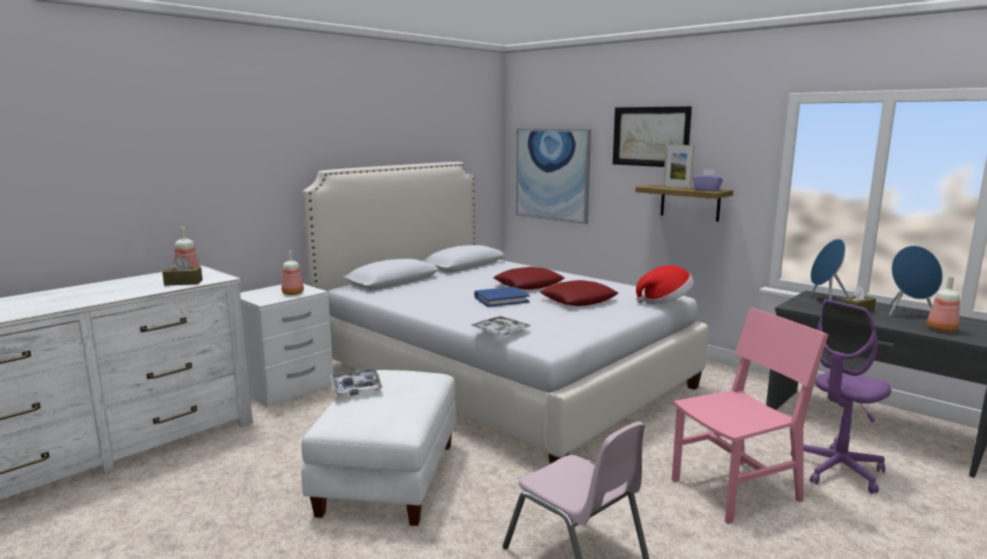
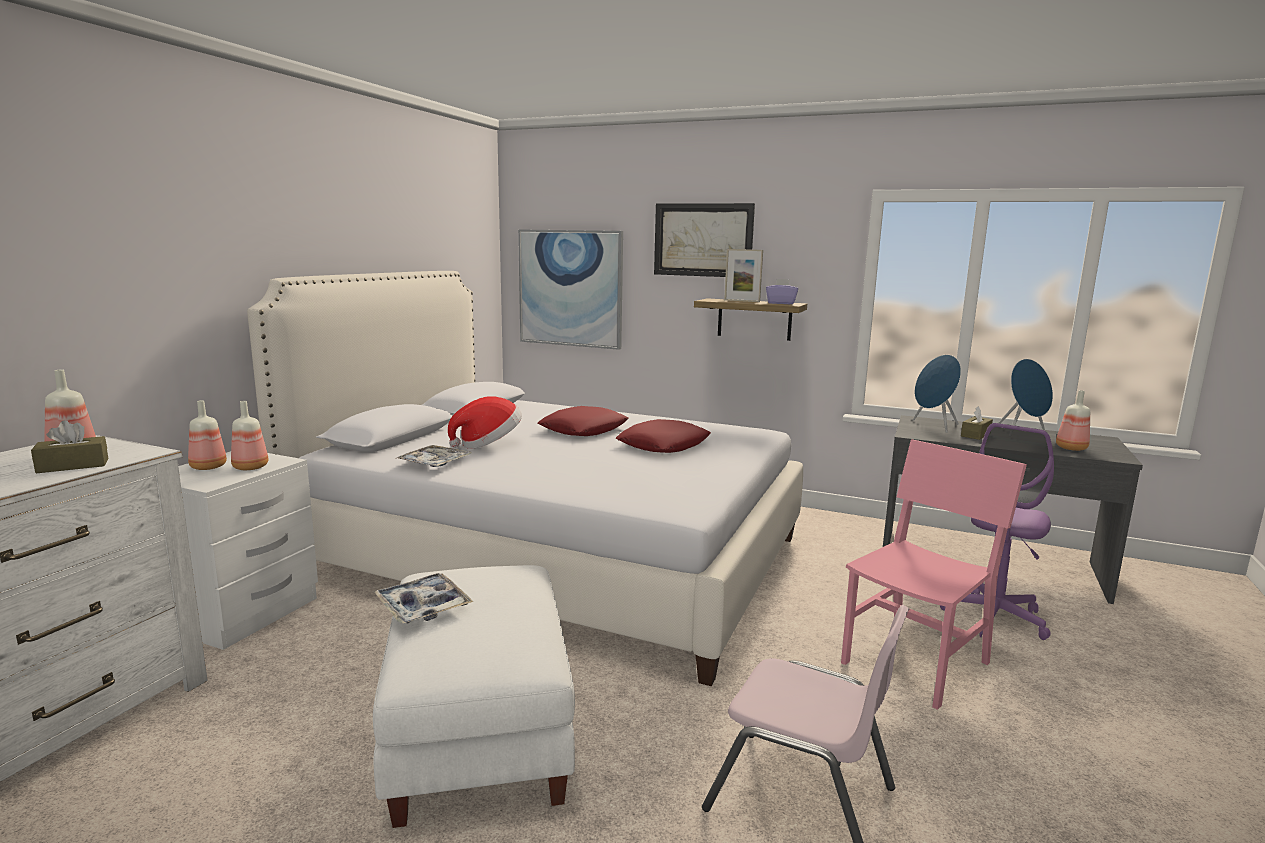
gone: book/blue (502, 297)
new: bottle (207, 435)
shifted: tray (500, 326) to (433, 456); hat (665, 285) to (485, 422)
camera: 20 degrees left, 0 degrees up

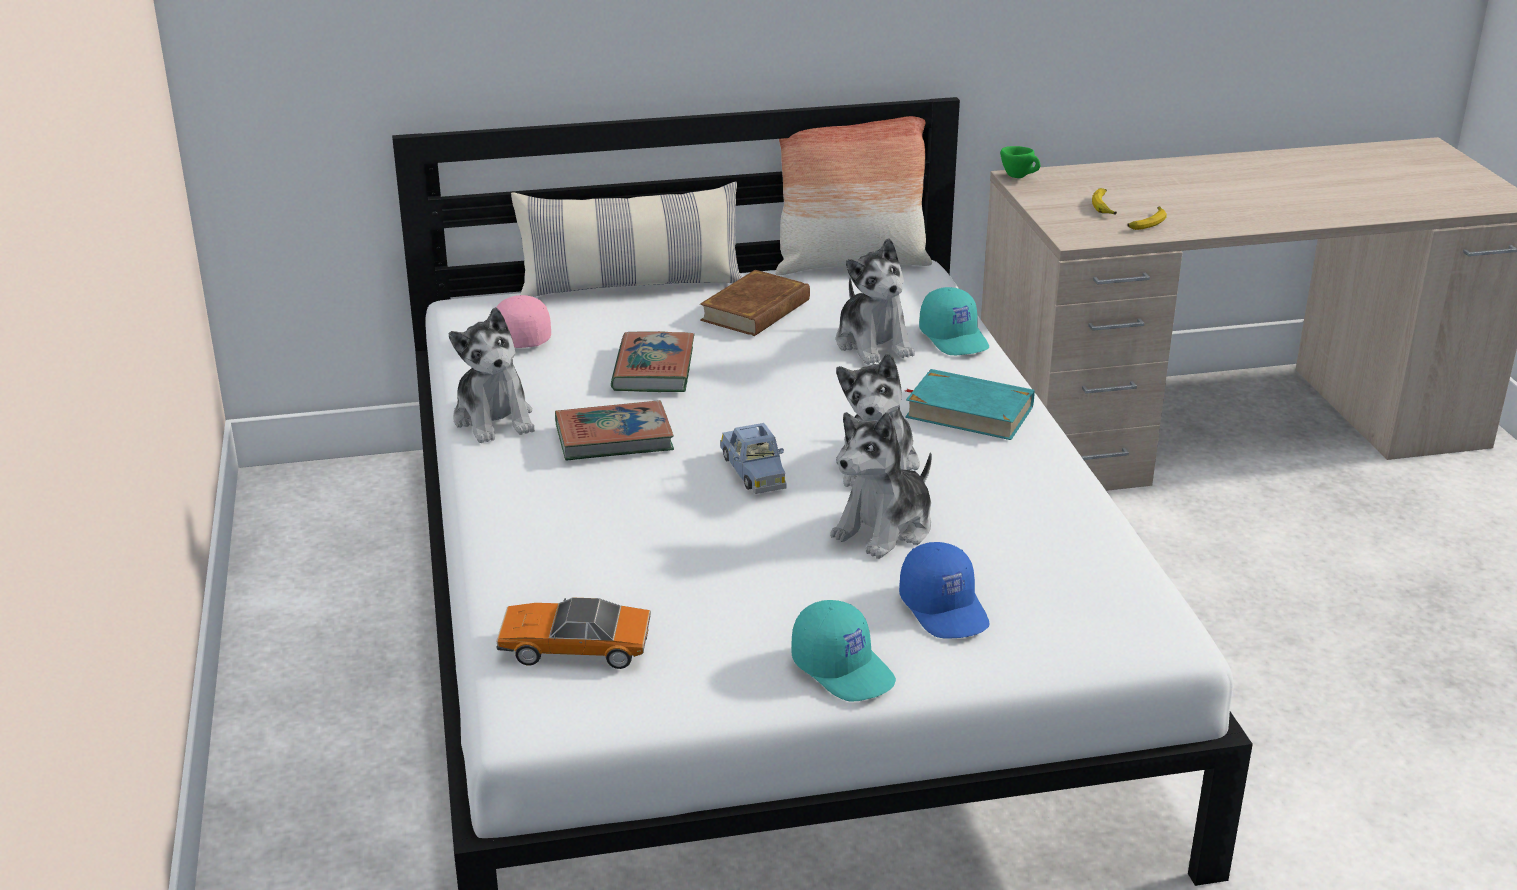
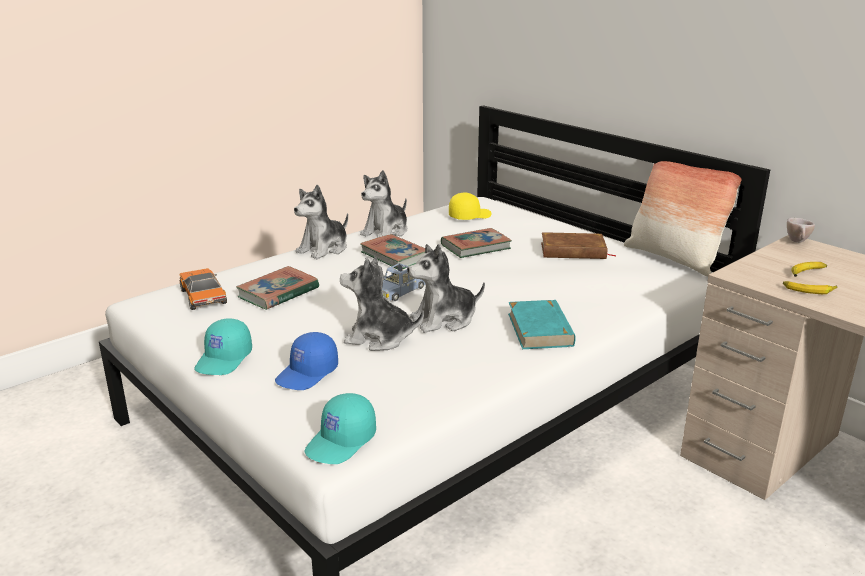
gone: pillow (626, 239)
new: book (277, 288)
shifted: plush toy (875, 301) to (321, 222); cap/turquoise (954, 321) to (340, 428)
repainted: cap/pink (523, 321) to cap/yellow (470, 206); cup/green (1020, 162) to cup/beige (801, 230)
camera: 60 degrees right, 5 degrees down

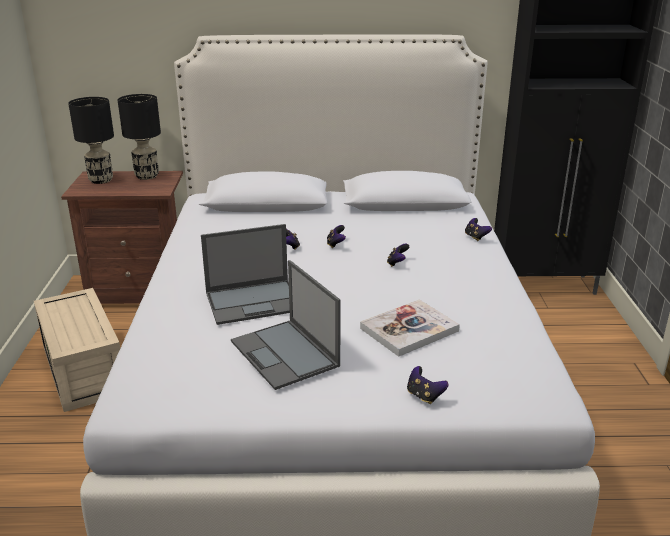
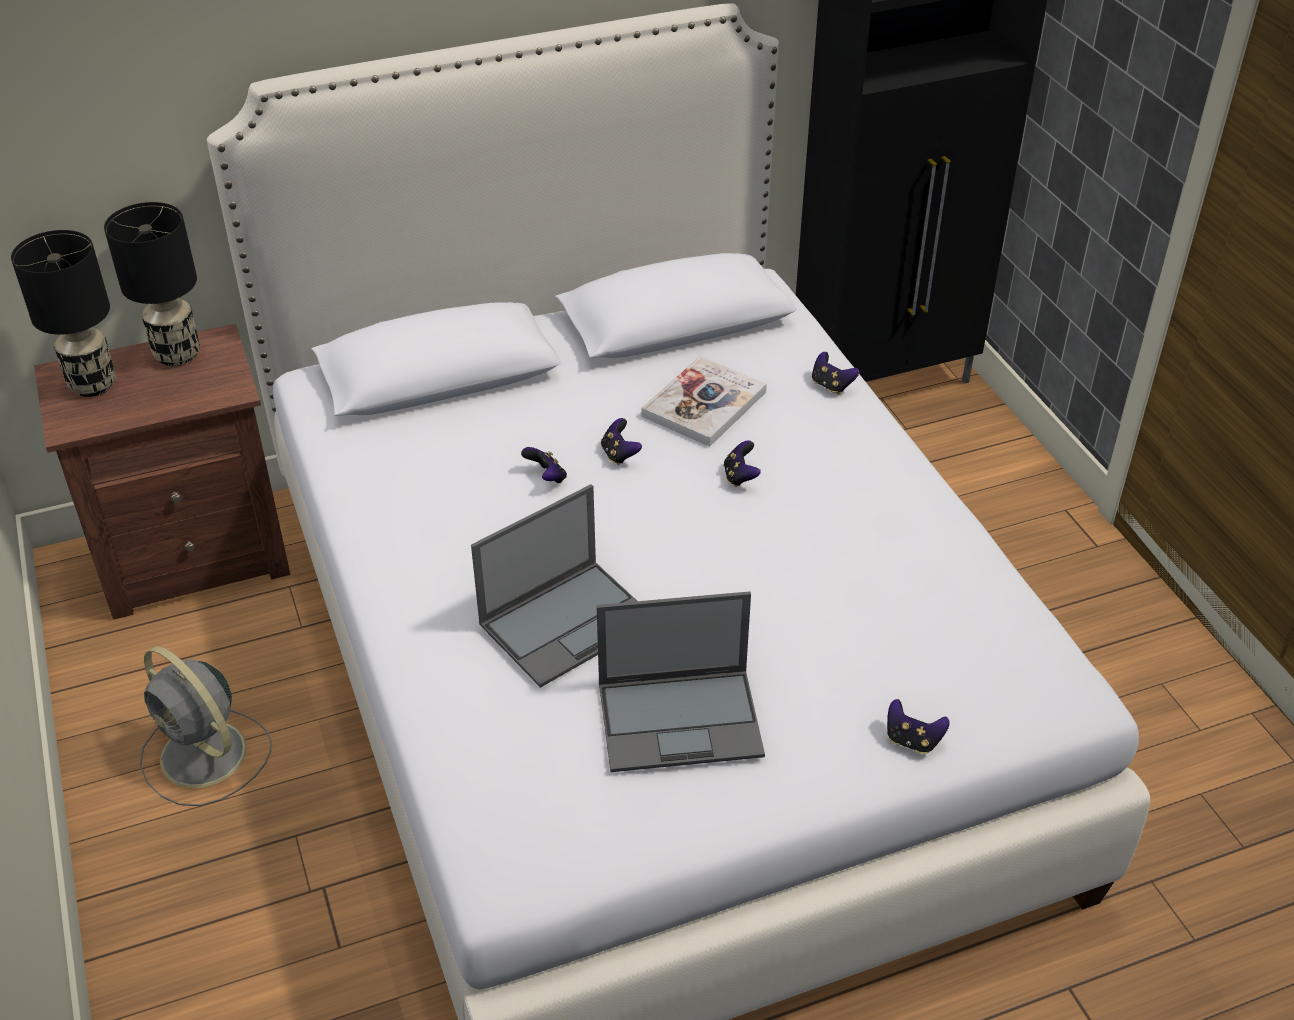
shifted: book (410, 328) to (704, 401)
swapped: storage box/beige (77, 350) to fan/grey (205, 726)
rotated: laptop (286, 325) = (680, 681) 45 degrees counterclockwise
camera: 20 degrees left, 15 degrees up

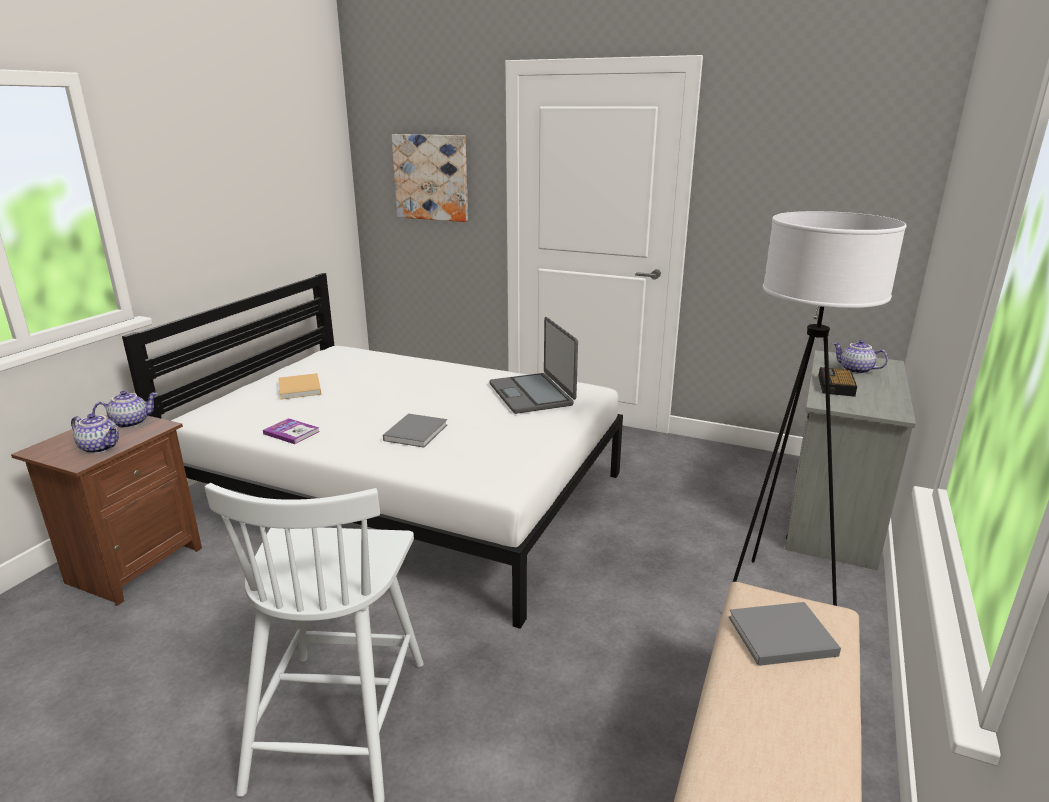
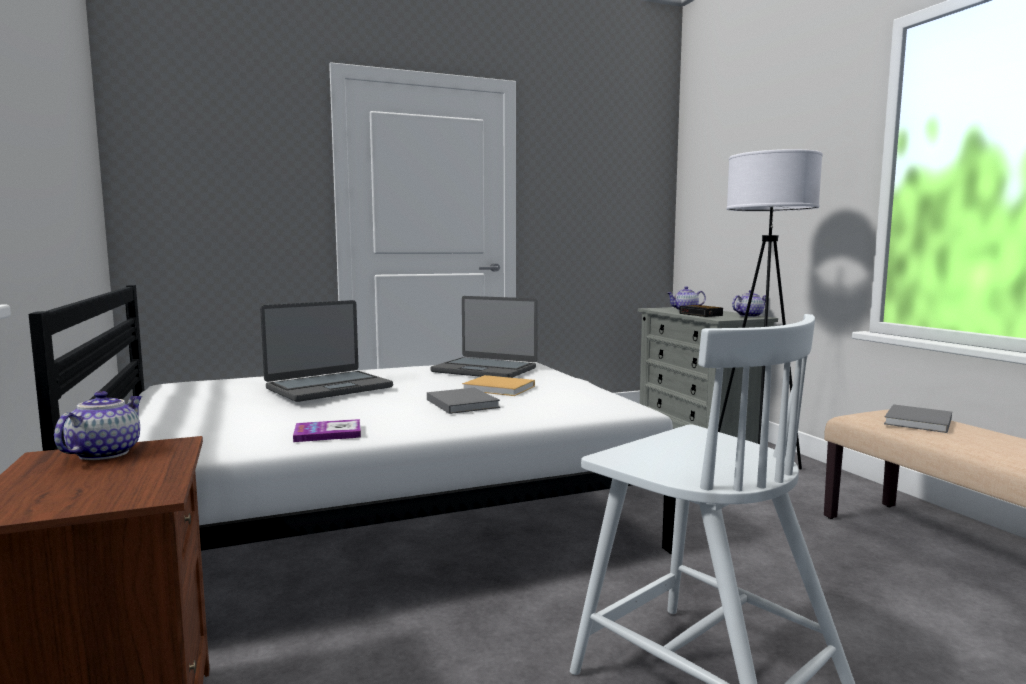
gone: picture (429, 178)
new: laptop (326, 351)
shifted: book/beige (299, 386) to (498, 385); teapot (95, 433) to (749, 303)
camera: 45 degrees left, 15 degrees down

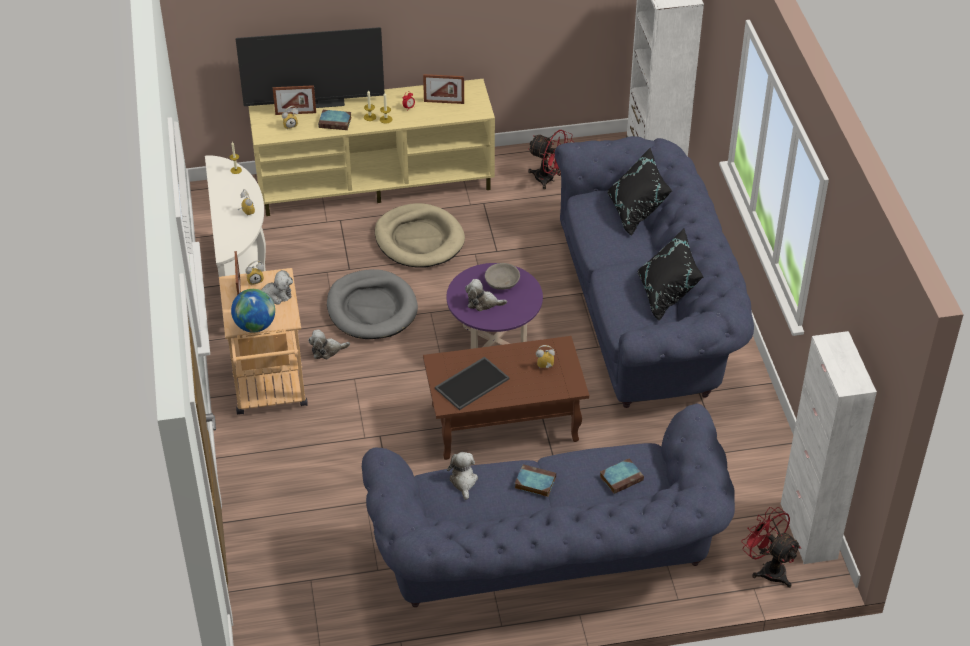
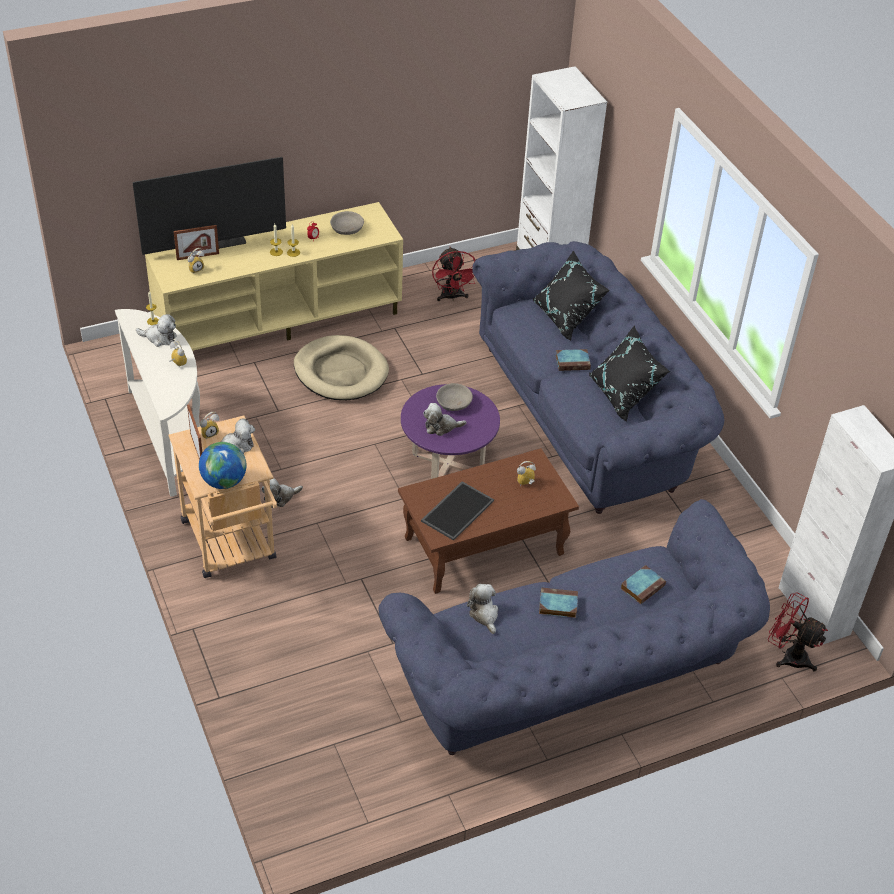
gone: dog bed/grey (372, 304)
new: plush toy (156, 330)
shifted: book (335, 120) to (573, 360)
swapped: picture frame (443, 89) to bowl/grey (347, 223)
rotated: fan/red (551, 159) = (454, 274) 60 degrees clockwise
camera: 15 degrees left, 0 degrees up

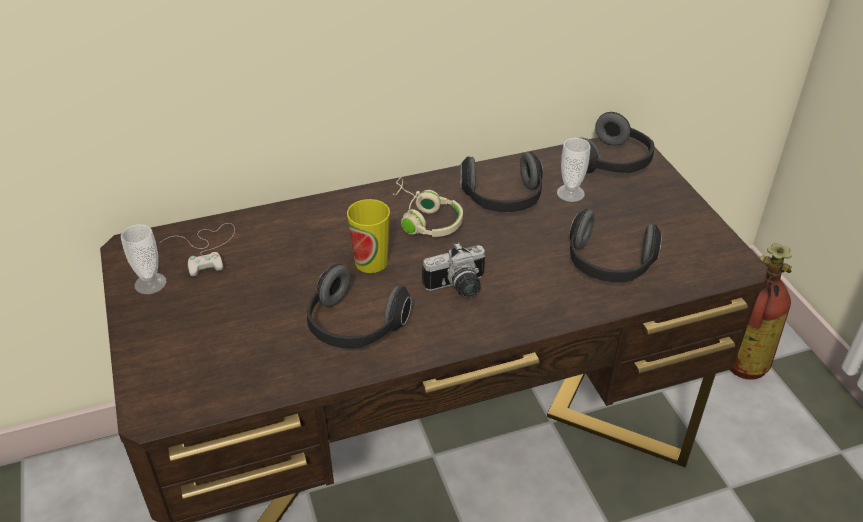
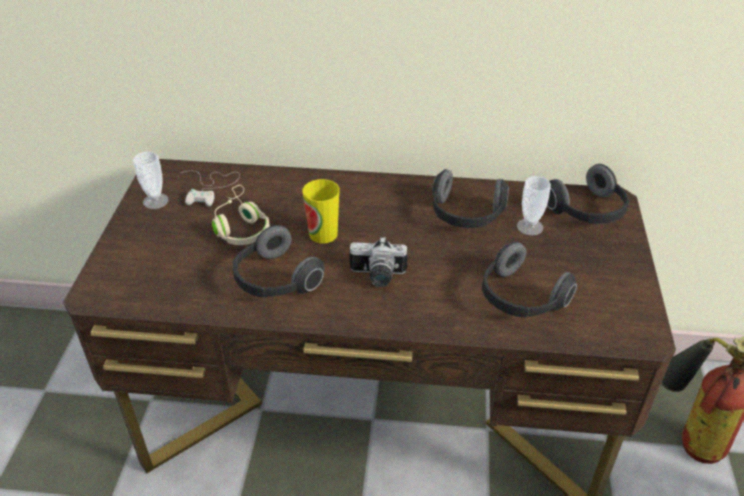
shifted: headphones/beige (427, 207) to (241, 215)
camera: 25 degrees right, 0 degrees up

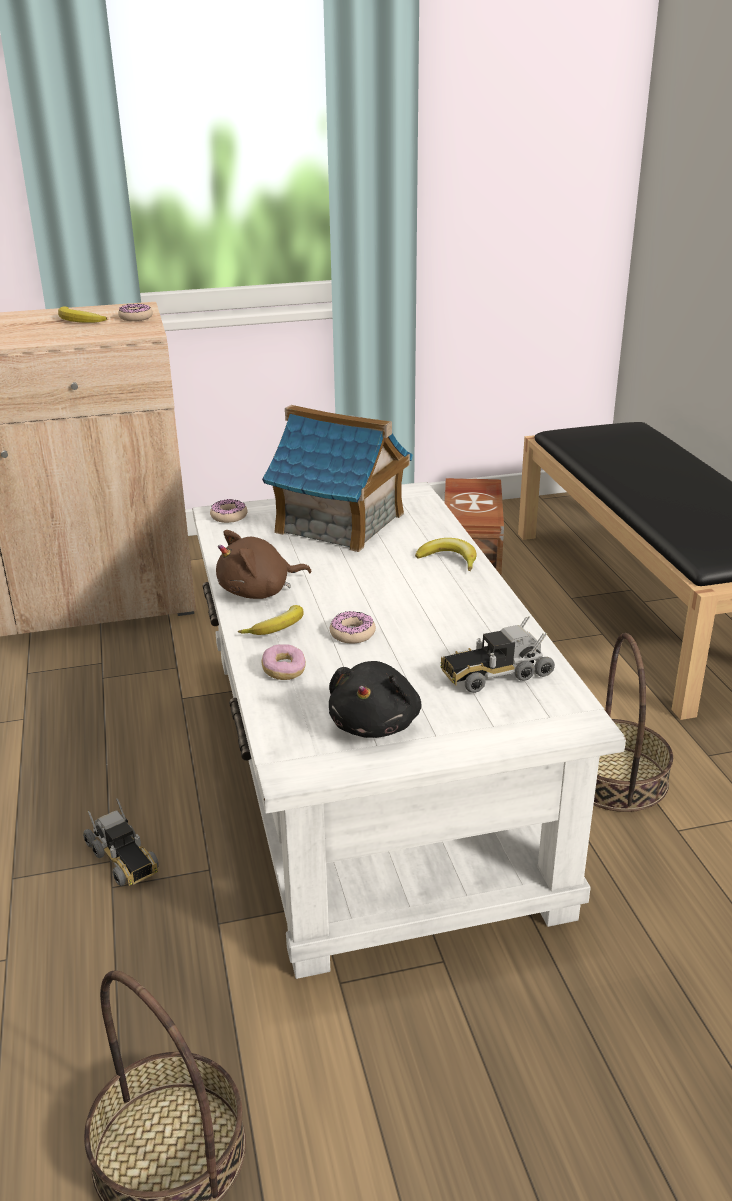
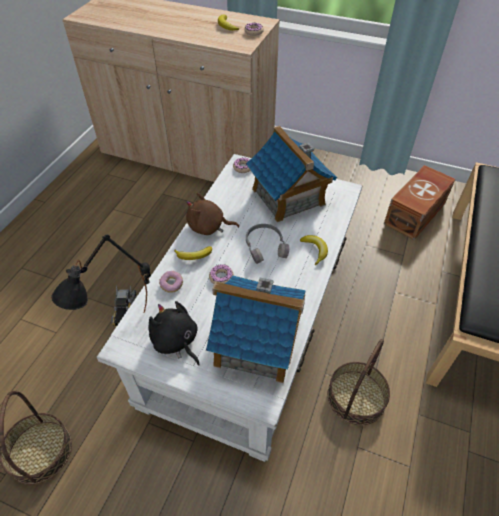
new: table lamp/black (101, 273); headphones/grey (267, 244)
swapped: toy truck (497, 654) to toy house (256, 329)
rotated: plush toy/black (375, 699) = (174, 333) 90 degrees clockwise
camera: 35 degrees right, 20 degrees up

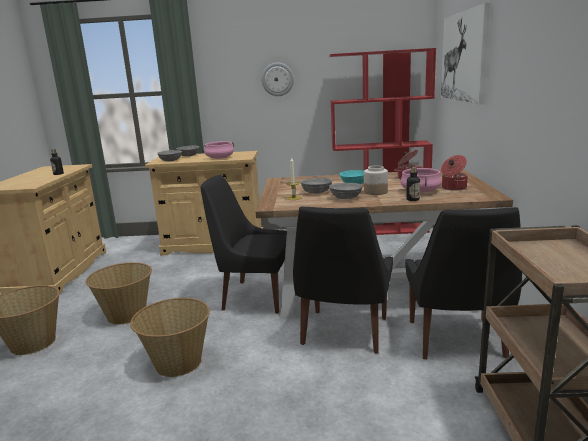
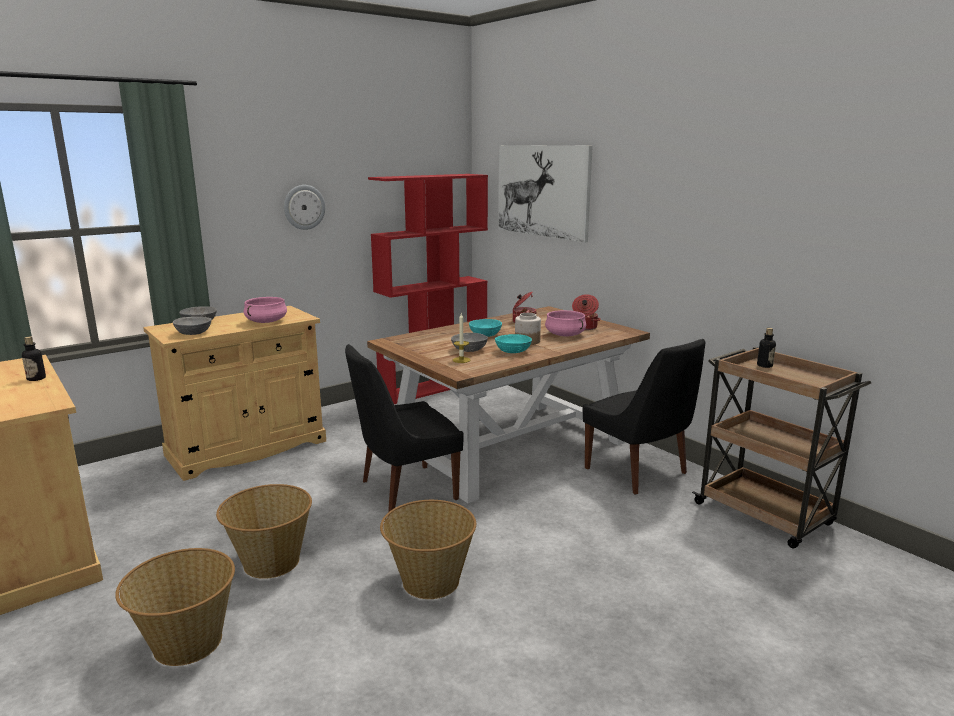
gone: chair/black (343, 279)
shifted: bottle (413, 184) to (766, 348)
repainted: bowl/grey (345, 191) to bowl/turquoise (513, 343)
camera: 40 degrees left, 0 degrees up

